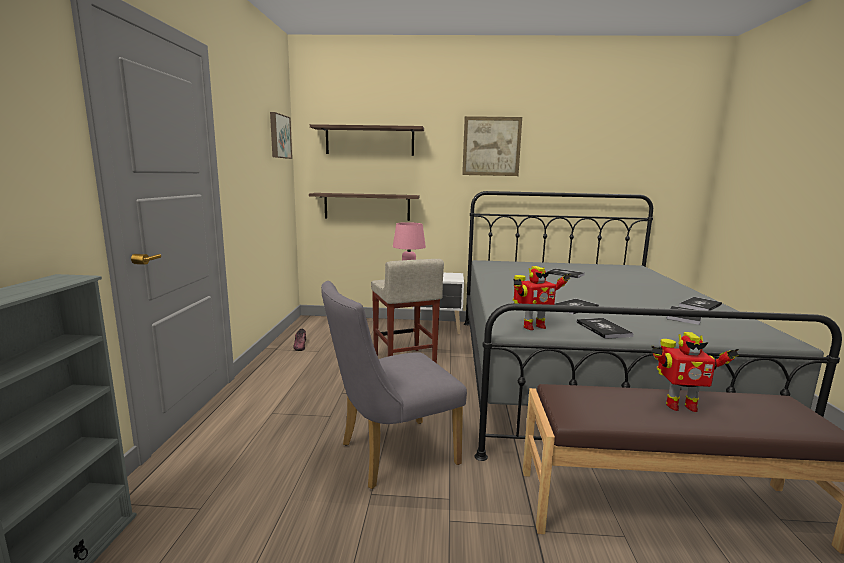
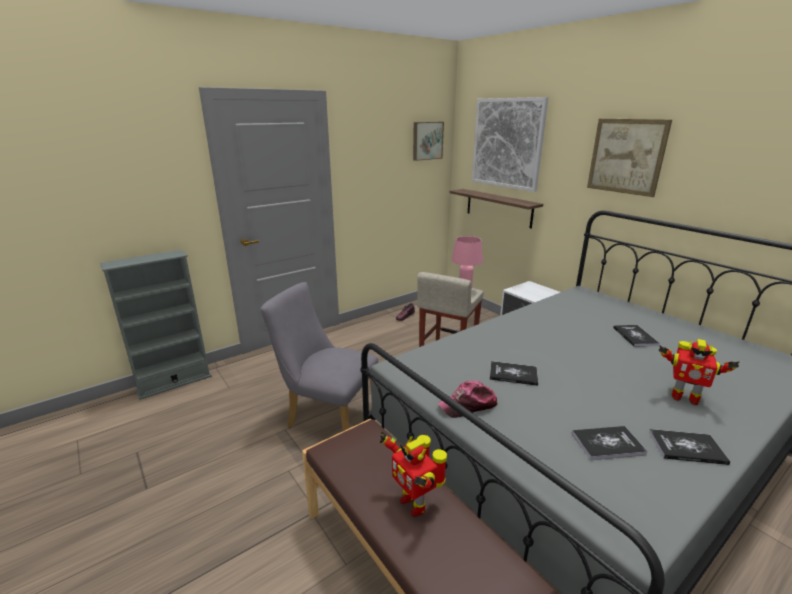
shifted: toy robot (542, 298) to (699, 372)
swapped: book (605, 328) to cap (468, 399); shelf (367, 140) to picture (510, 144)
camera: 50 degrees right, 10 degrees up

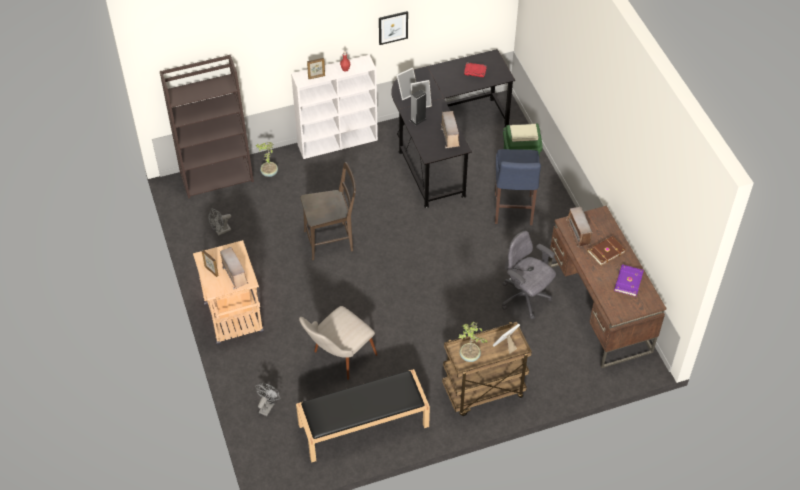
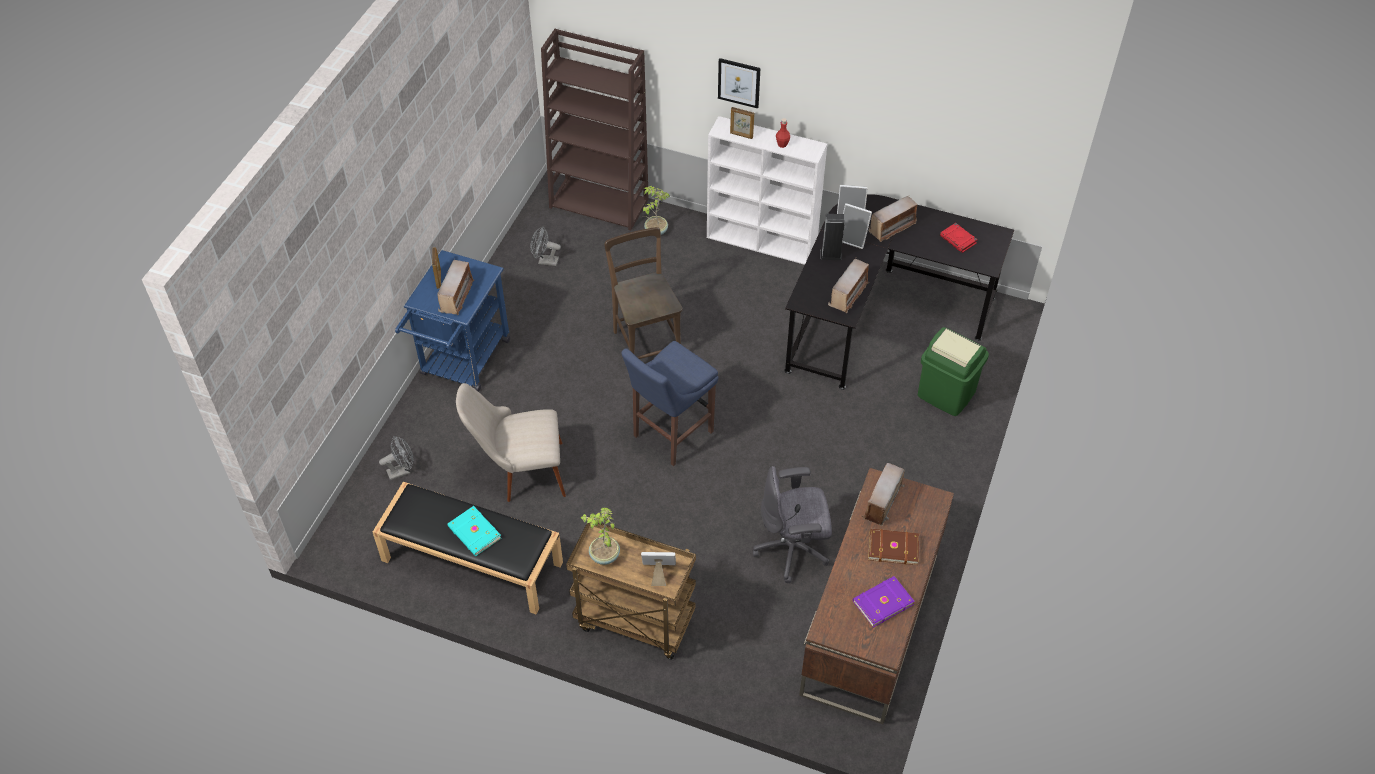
new: book/turquoise (474, 531); radio (893, 218)
shifted: stool/blue (518, 187) to (669, 403); picture (393, 28) to (739, 83)
repainted: cart/beige (228, 292) to cart/blue (452, 321)
rotated: chair/brown (328, 211) = (643, 293) 135 degrees counterclockwise; office chair/grey (529, 275) = (792, 524) 90 degrees counterclockwise
camera: 40 degrees right, 0 degrees up

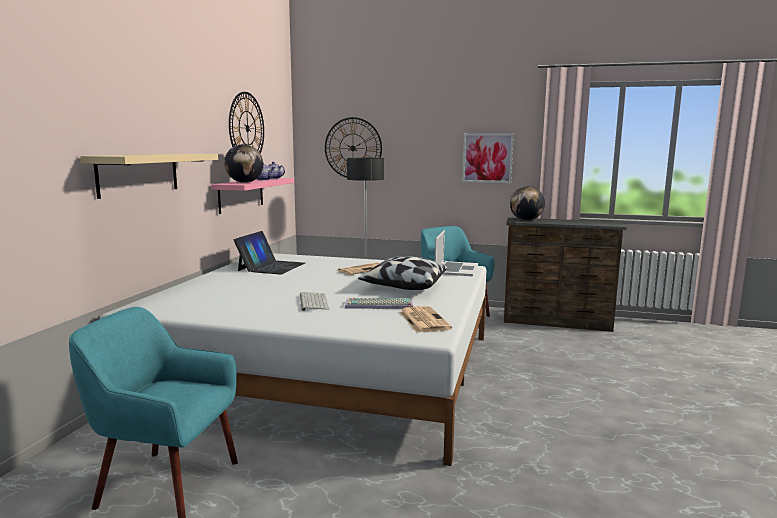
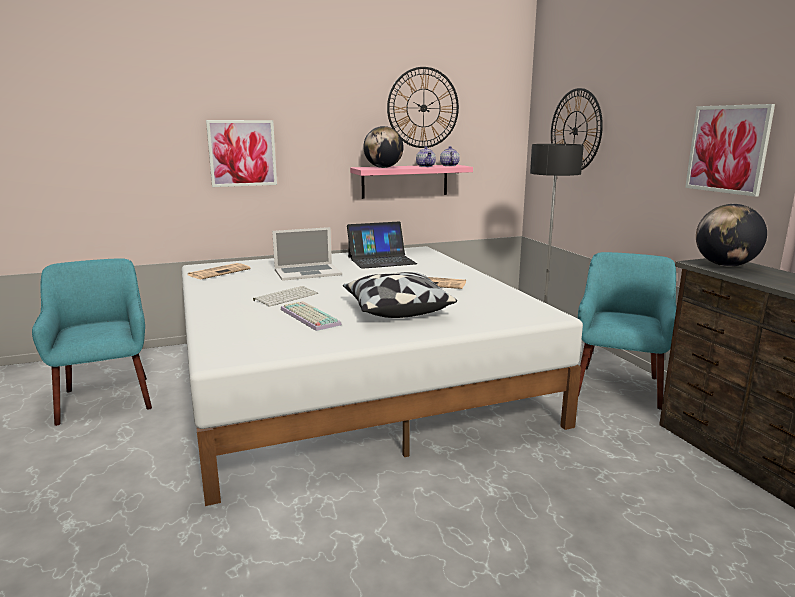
shifted: newspaper (426, 319) to (219, 271); laptop (456, 253) to (307, 254)
swapped: shelf/beige (149, 176) to picture (241, 153)
camera: 55 degrees right, 5 degrees up

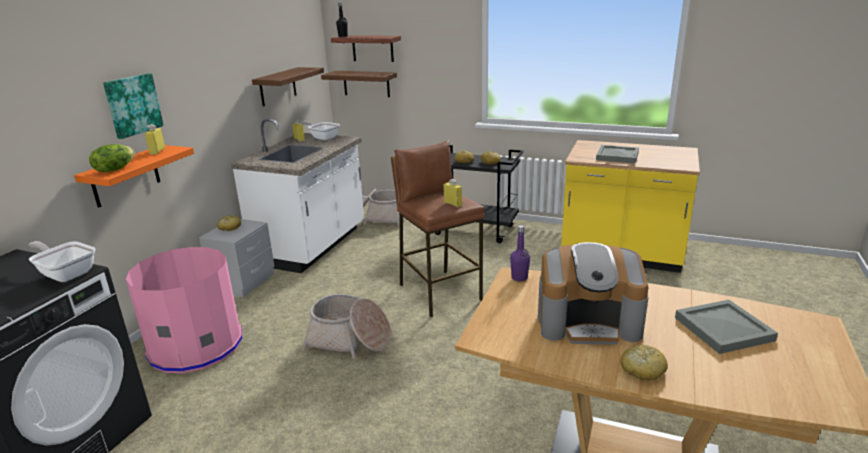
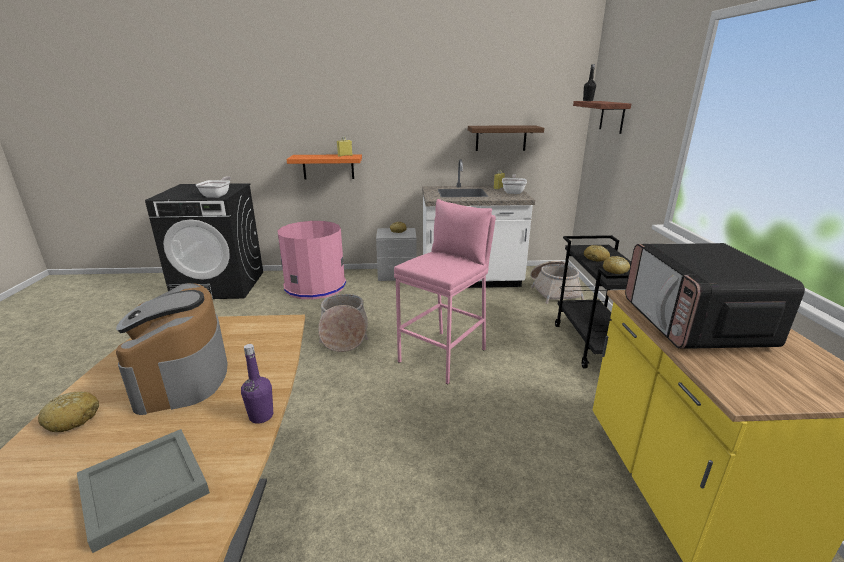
gone: lettuce (112, 158); picture (133, 106); shelf/brown (359, 84); bottle/yellow (453, 193)
shifted: bottle/purple (520, 253) to (257, 384)
swapped: tray/grey (617, 154) to microwave (715, 296)
repainted: stool/brown (437, 228) to stool/pink (445, 291)
camera: 65 degrees right, 0 degrees up

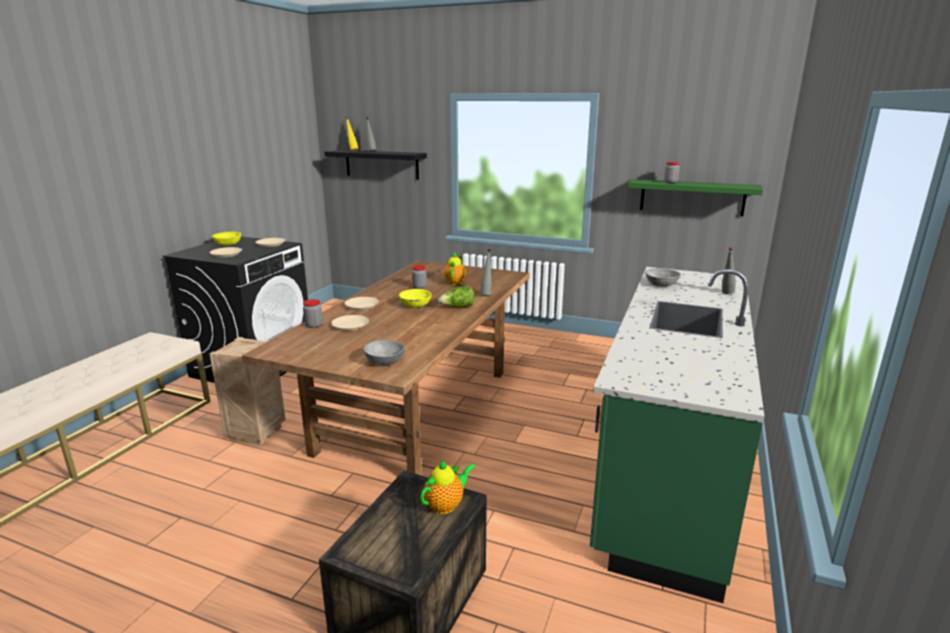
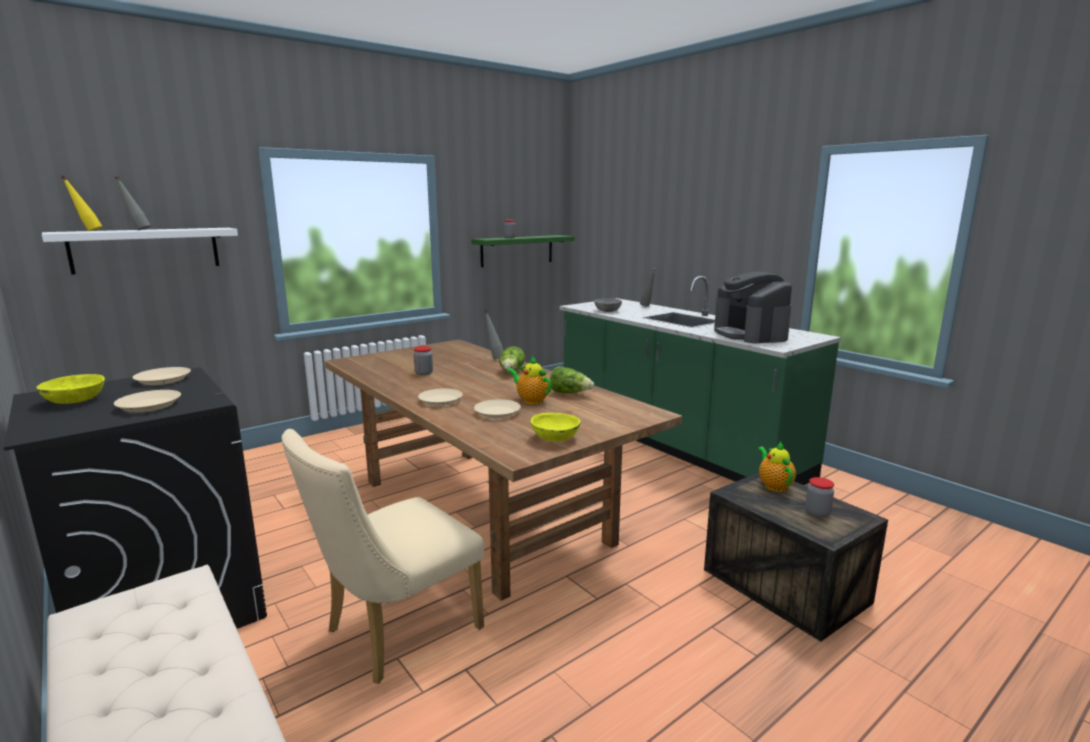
gone: bowl/grey (384, 352)
new: lettuce (572, 379); coffee machine (753, 308)
shifted: teapot (455, 268) to (529, 380); bowl/yellow (415, 298) to (556, 427); jar (313, 313) to (819, 497)
swapped: crate (248, 391) to chair/beige (383, 556)
repainted: shelf/black (375, 165) to shelf/white (140, 251)
camera: 60 degrees left, 5 degrees down

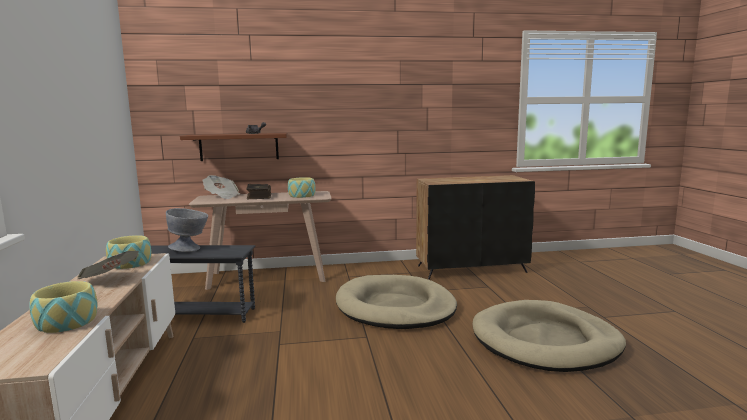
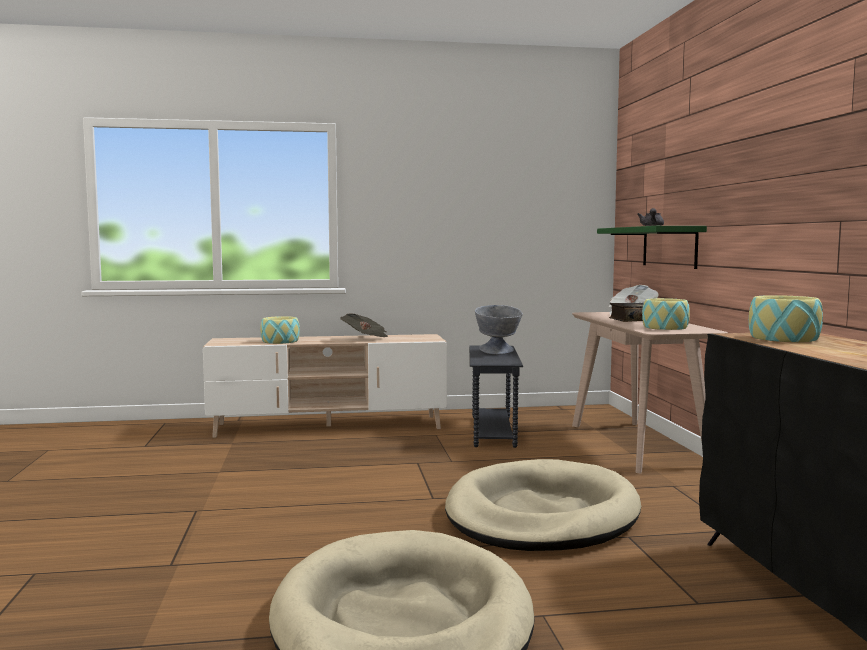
shifted: bowl (129, 252) to (786, 318)
repainted: shelf/brown (233, 147) to shelf/green (652, 247)
camera: 90 degrees right, 5 degrees down

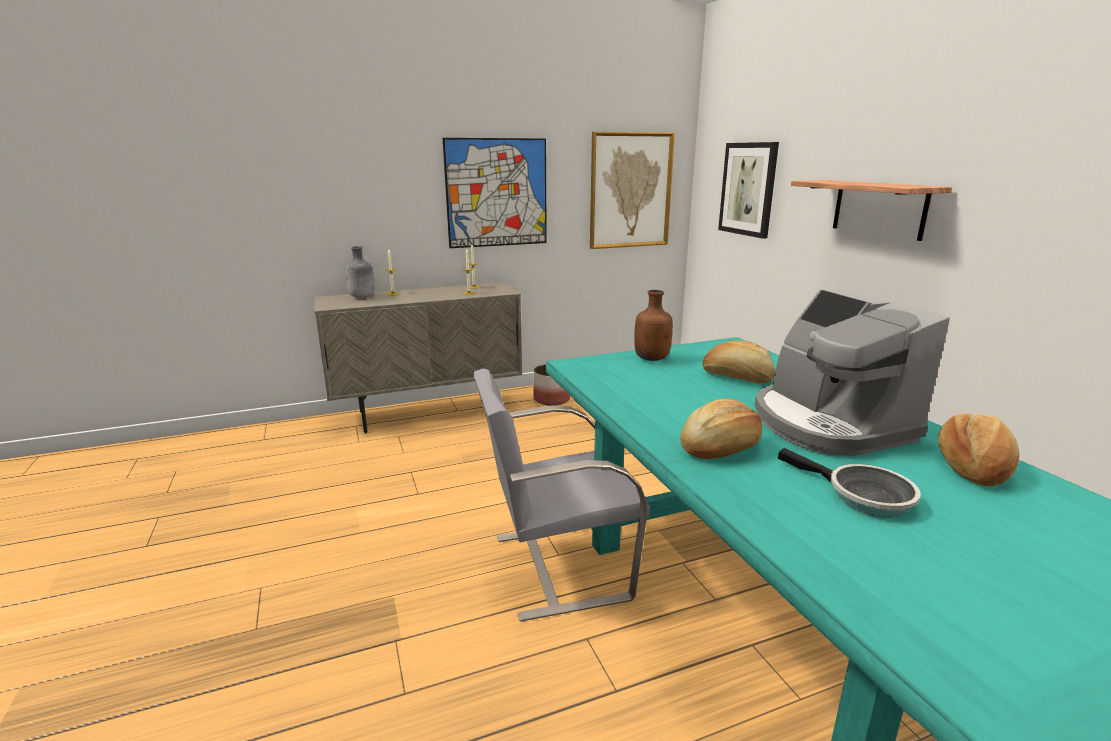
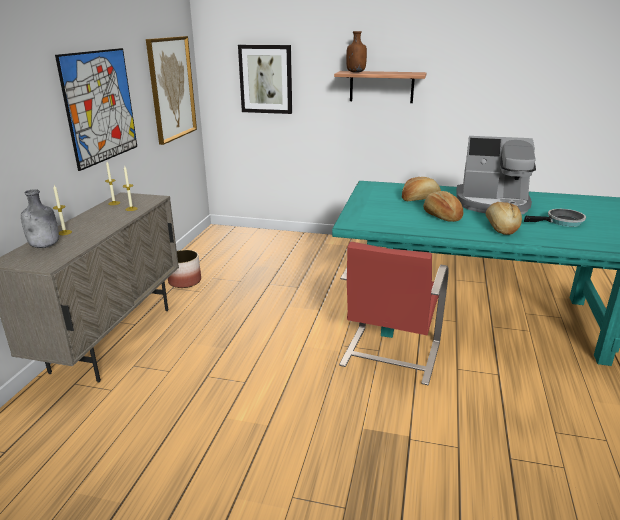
shifted: bottle/brown (653, 325) to (356, 52); bread (978, 449) to (443, 206)
repainted: chair/grey (561, 495) to chair/red (393, 313)
camera: 55 degrees left, 5 degrees up

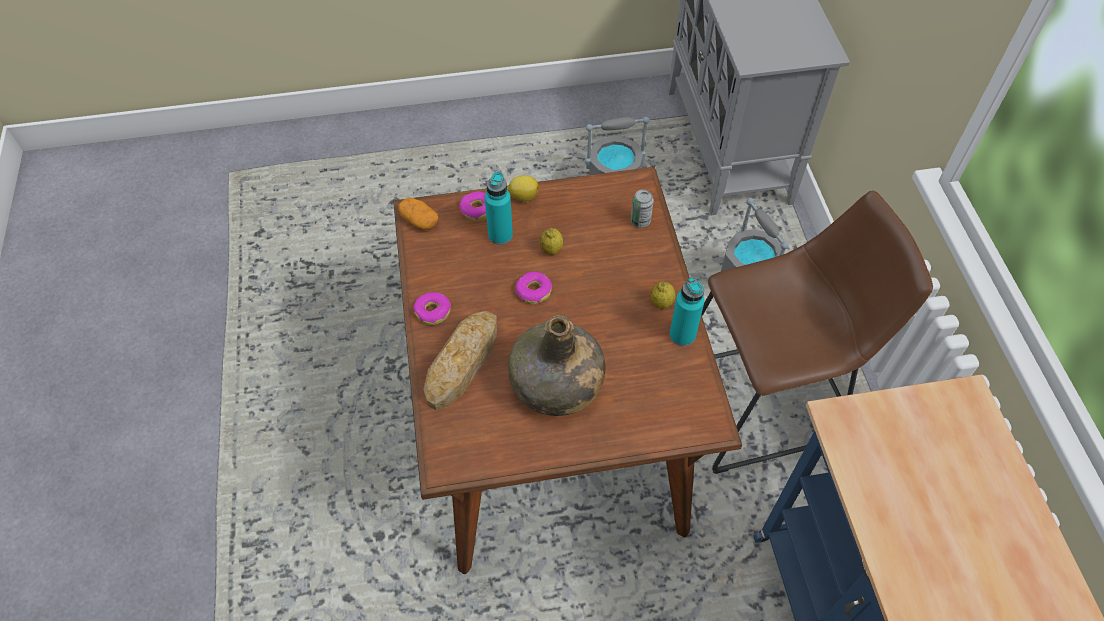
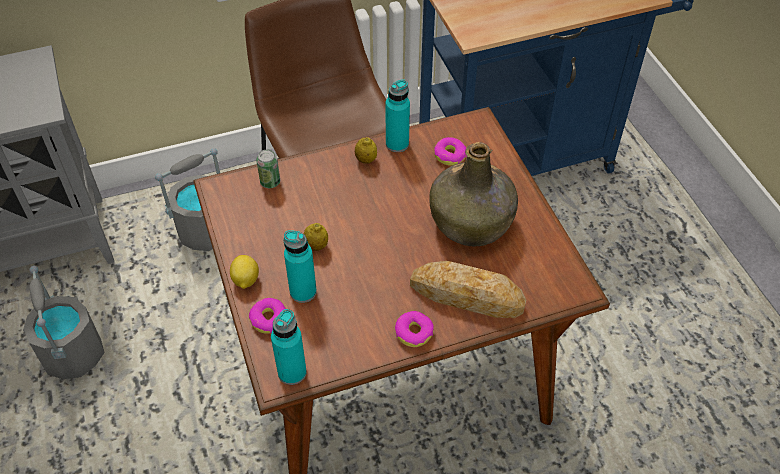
shifted: donut (534, 288) to (450, 151)
swapped: potato (418, 214) to bottle/turquoise (289, 347)
camera: 100 degrees left, 5 degrees down

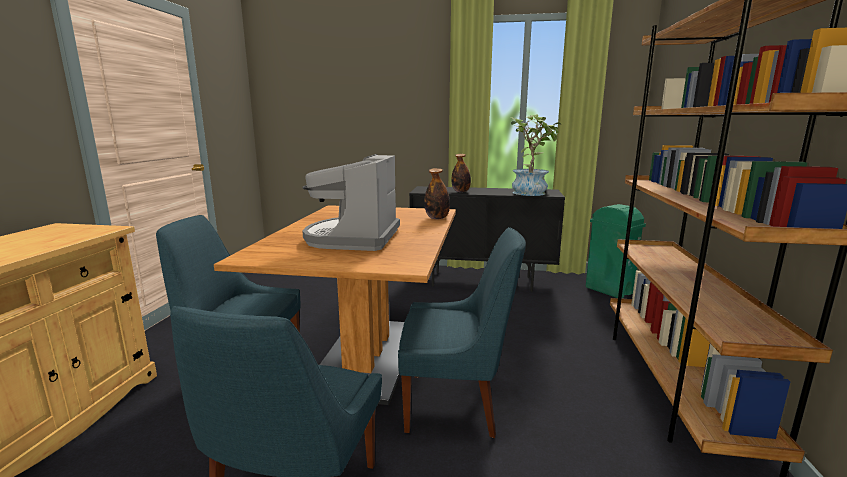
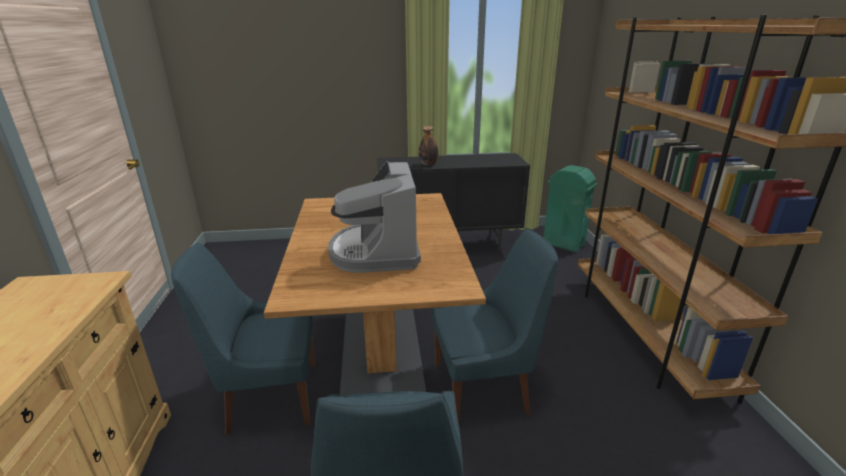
gone: bottle (437, 193); potted plant (534, 155)
camera: 15 degrees left, 10 degrees up

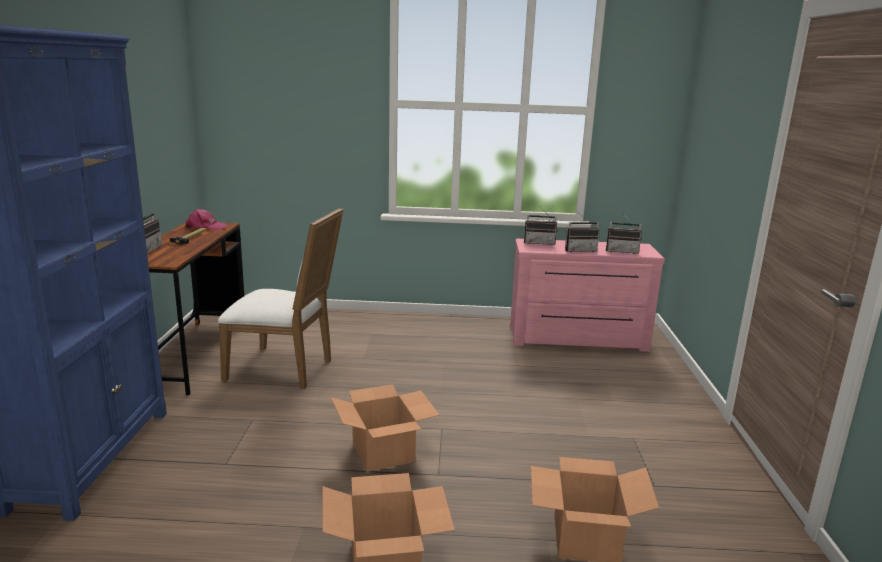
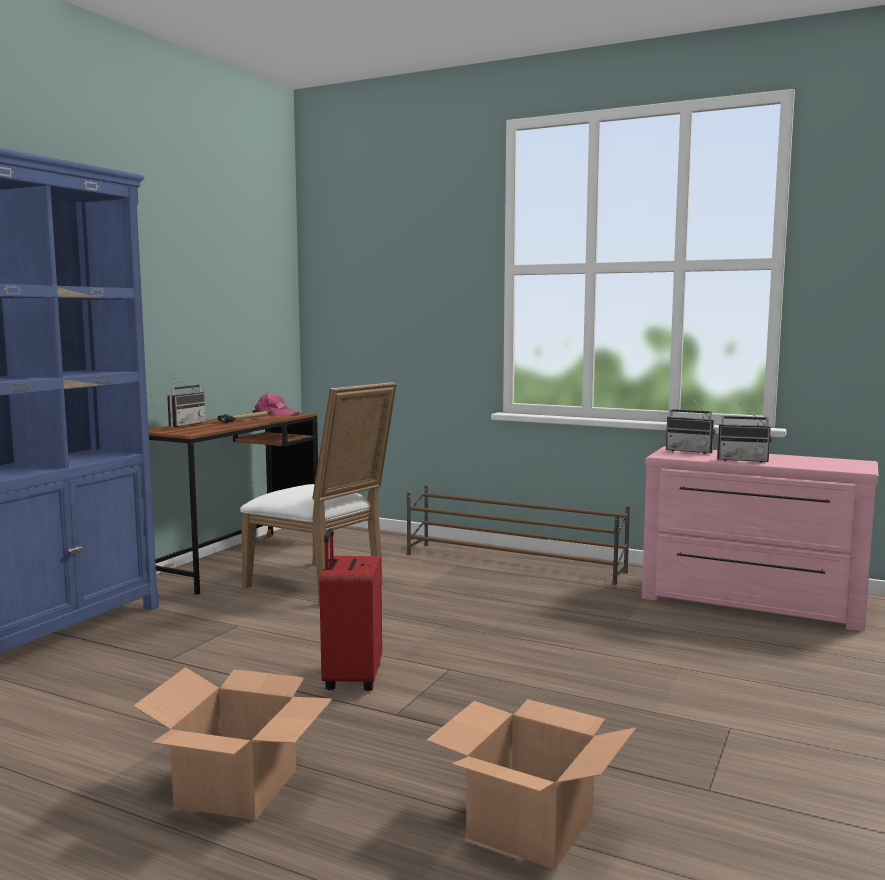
gone: radio (624, 238)
new: shoe rack/brown (518, 535)
swapped: cardboard box (385, 427) to suitcase/red (350, 609)
camera: 25 degrees right, 10 degrees down

